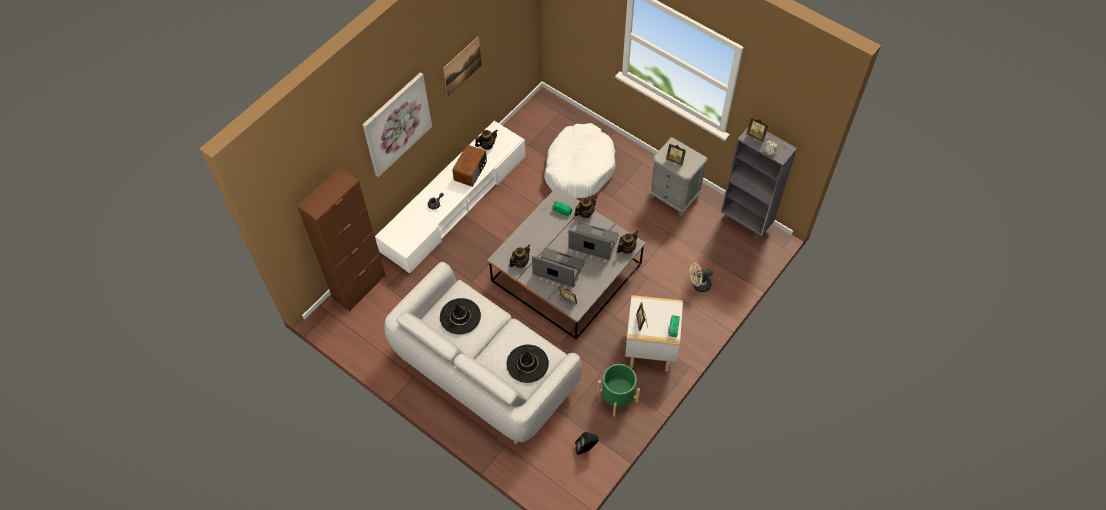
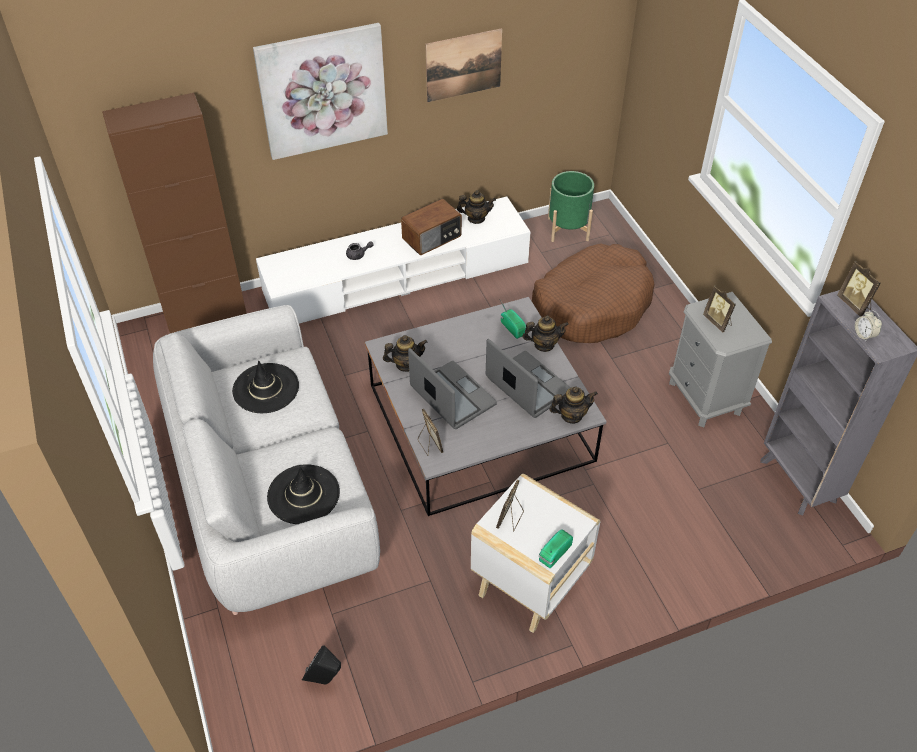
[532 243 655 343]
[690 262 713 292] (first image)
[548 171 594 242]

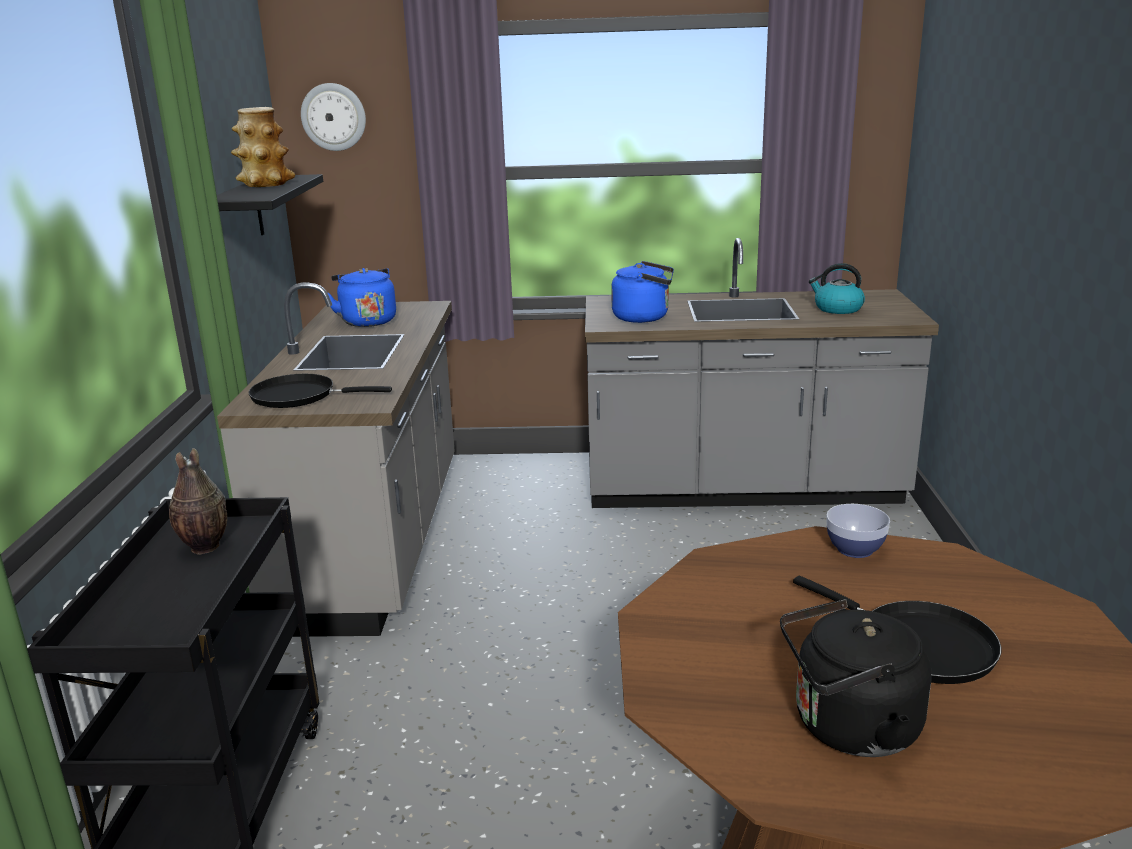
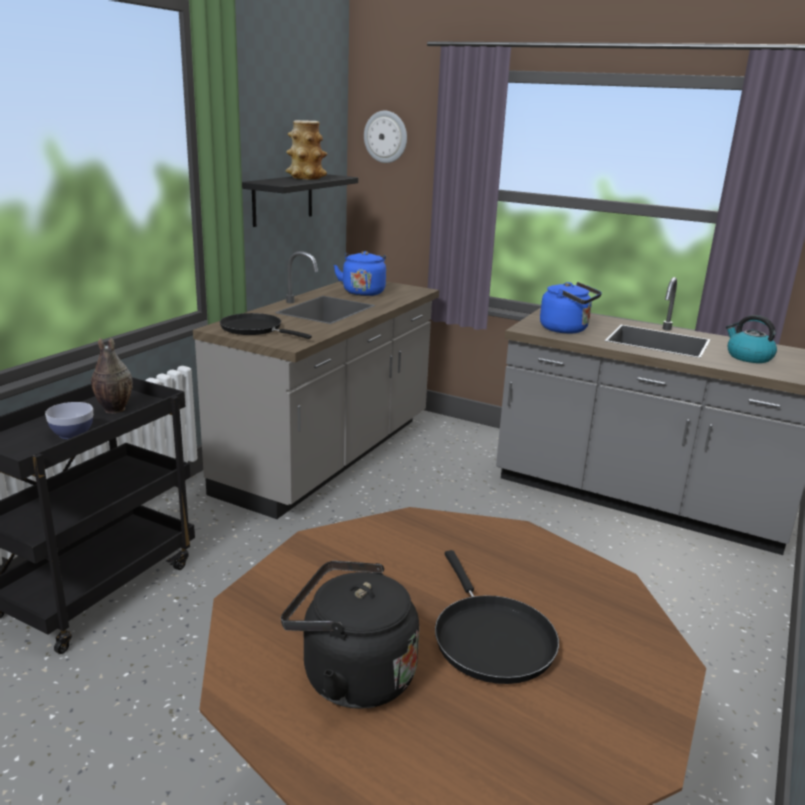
[45 402 93 439]

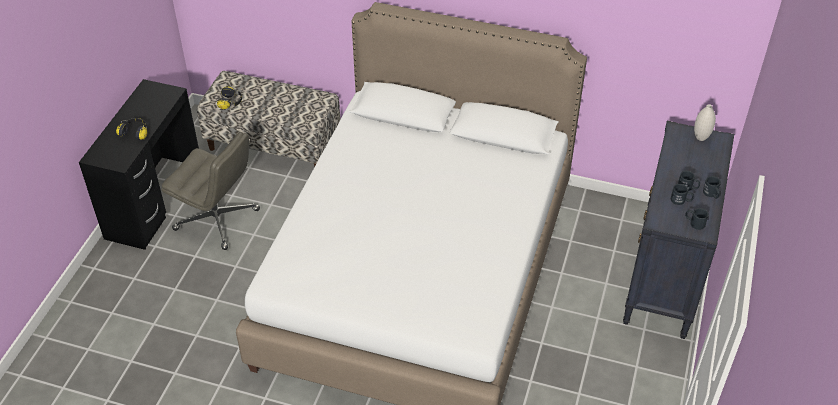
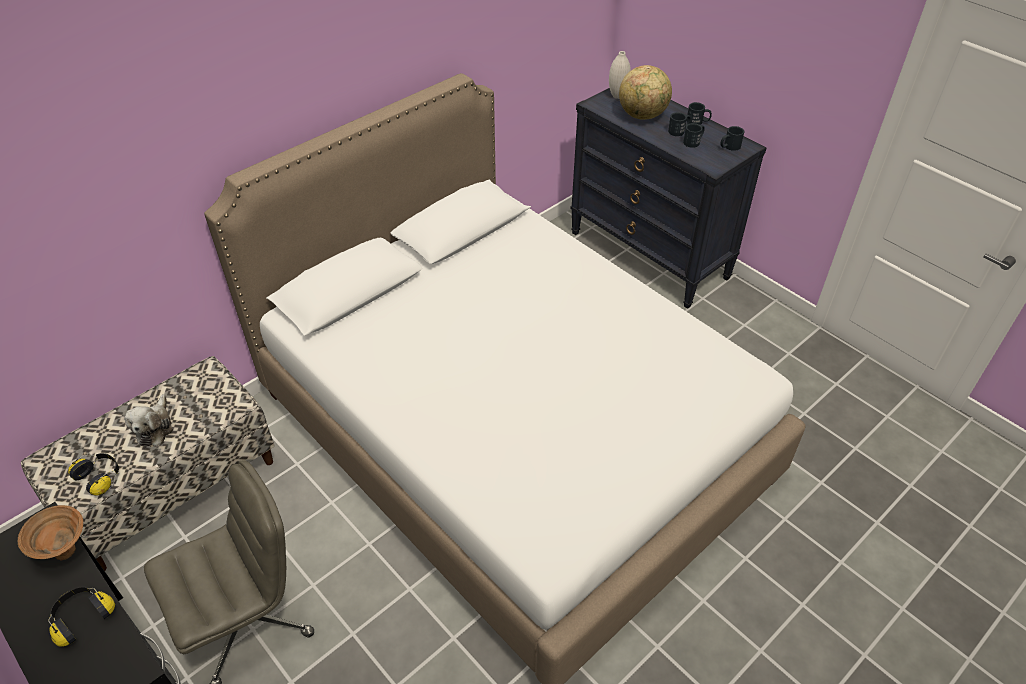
[619 65 672 120]
[125 394 173 446]
[18 505 83 560]

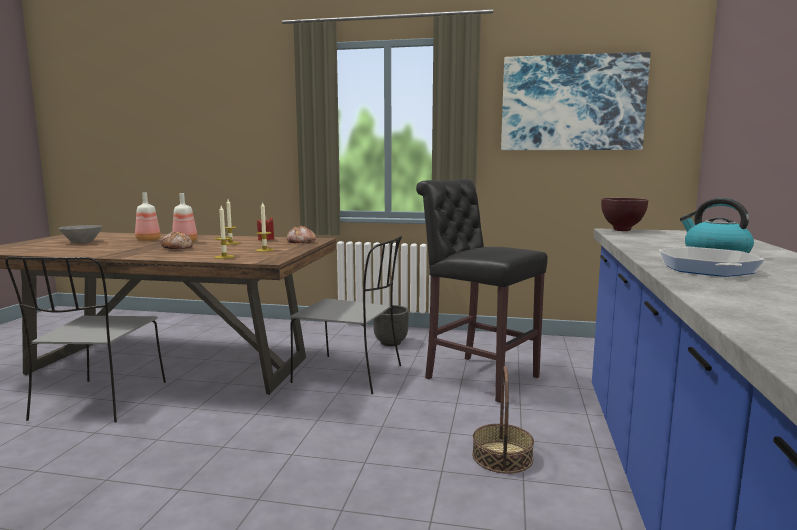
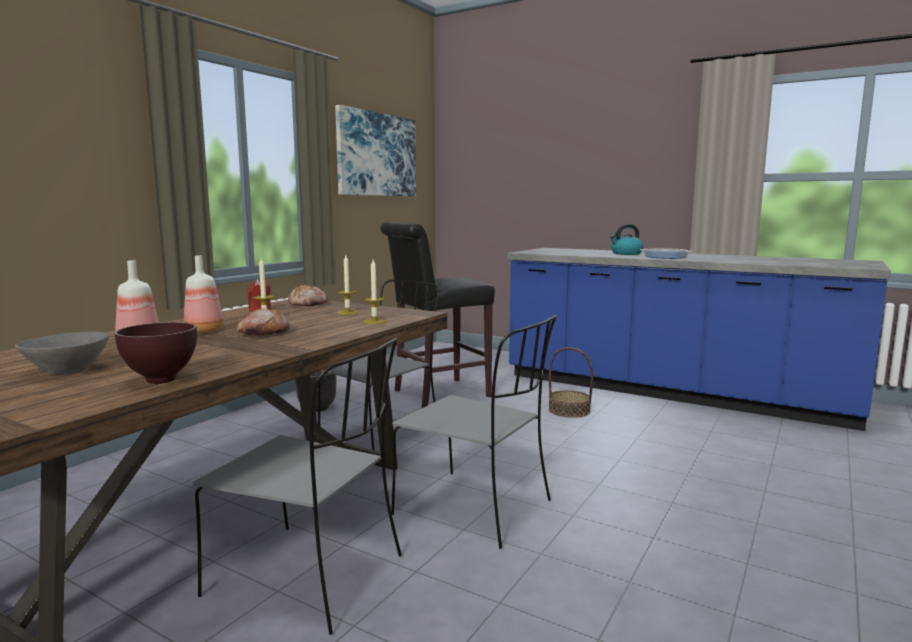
[115 322 197 384]
[391 315 557 549]

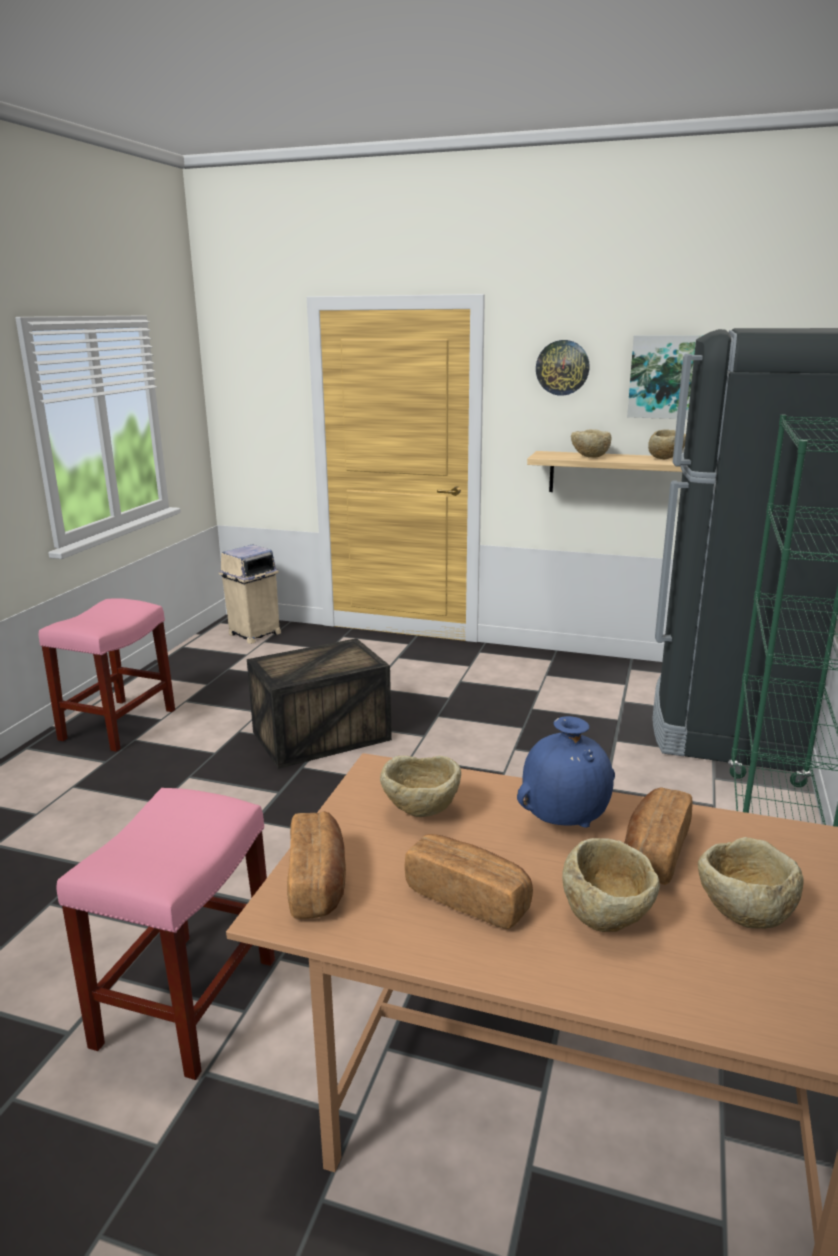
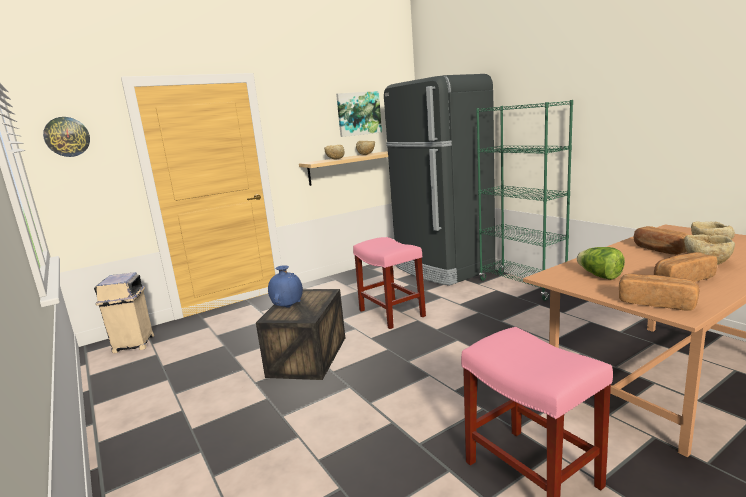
[43 117 90 157]
[353 237 426 329]
[268 265 303 308]
[577 247 625 280]

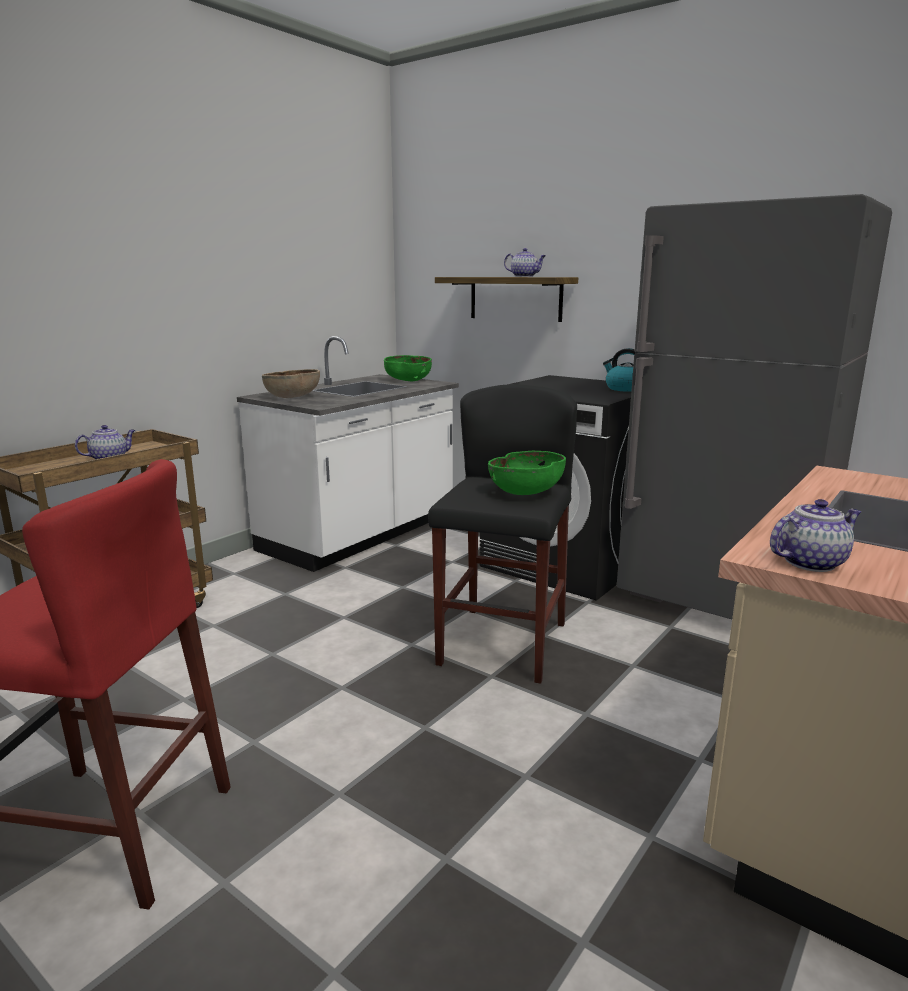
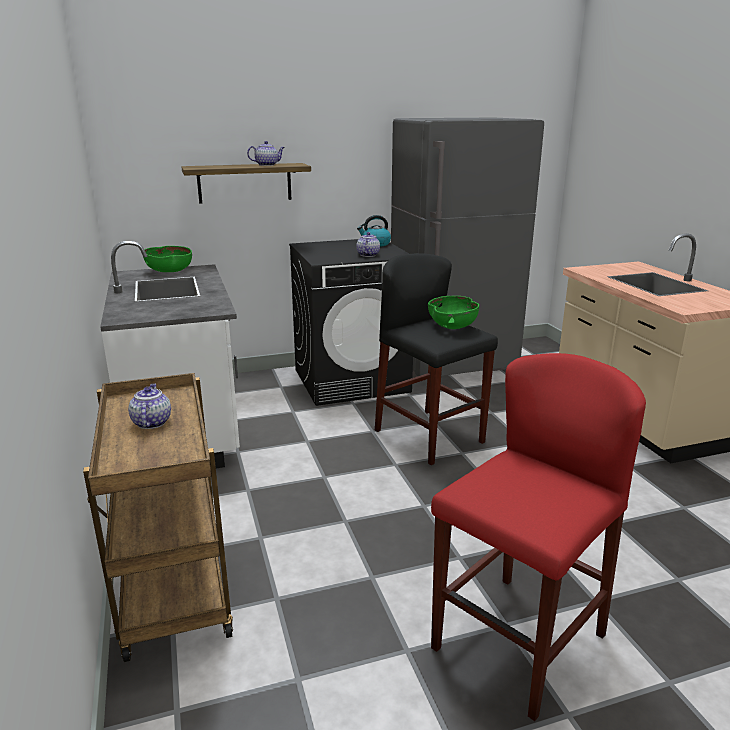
[262 369 320 398] (first image)
[356 232 380 257]

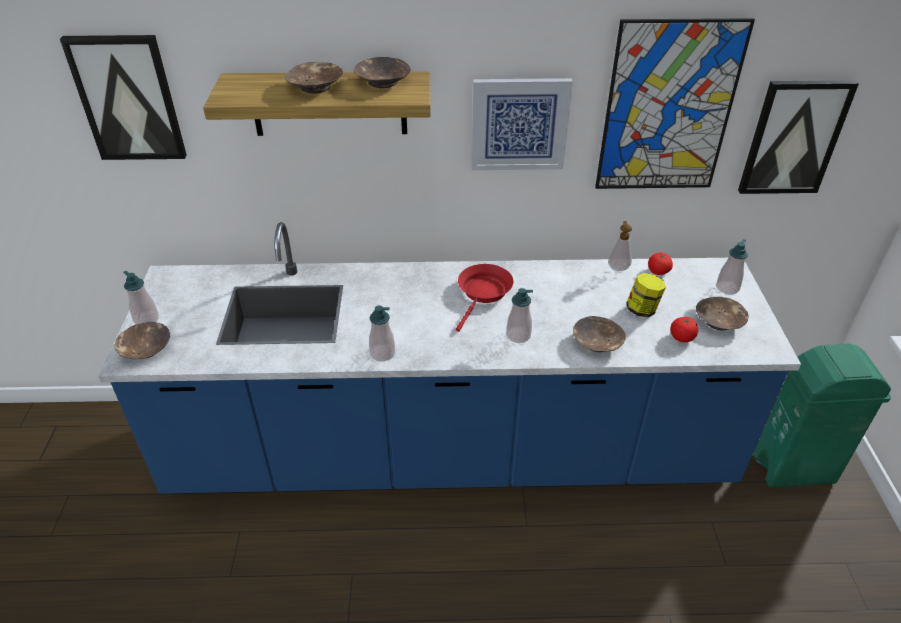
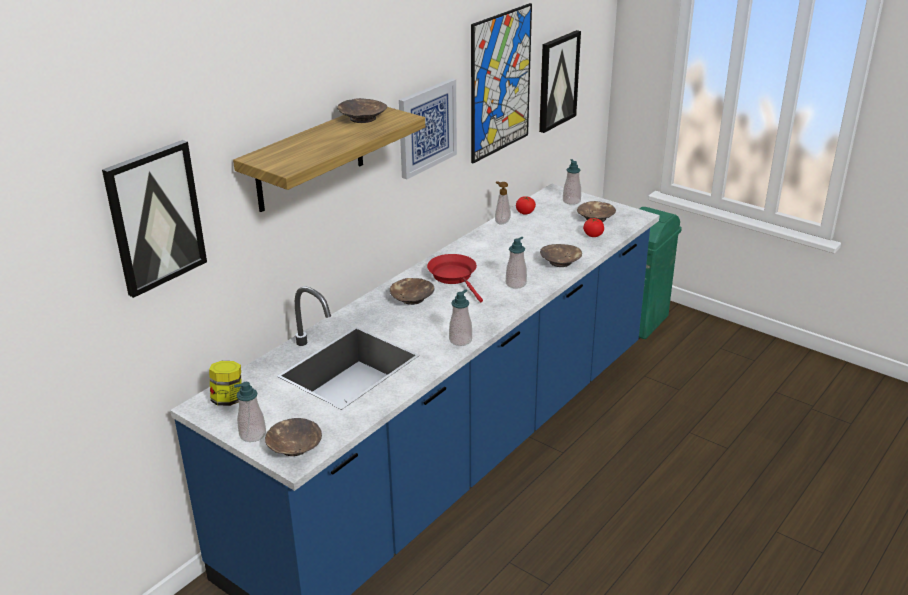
[390 278 434 305]
[209 361 242 406]

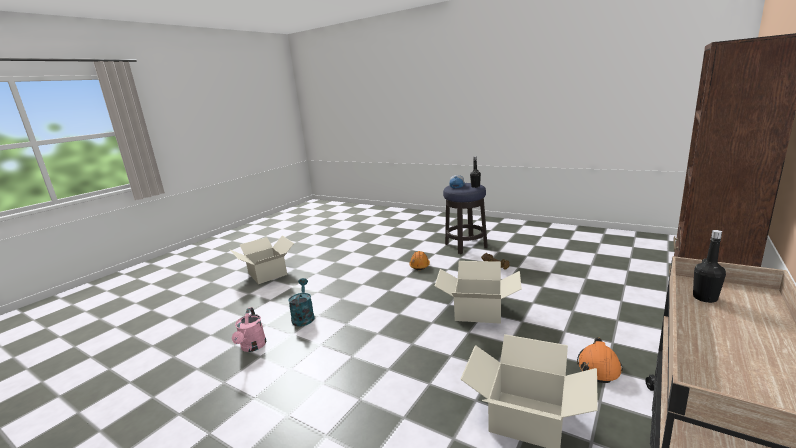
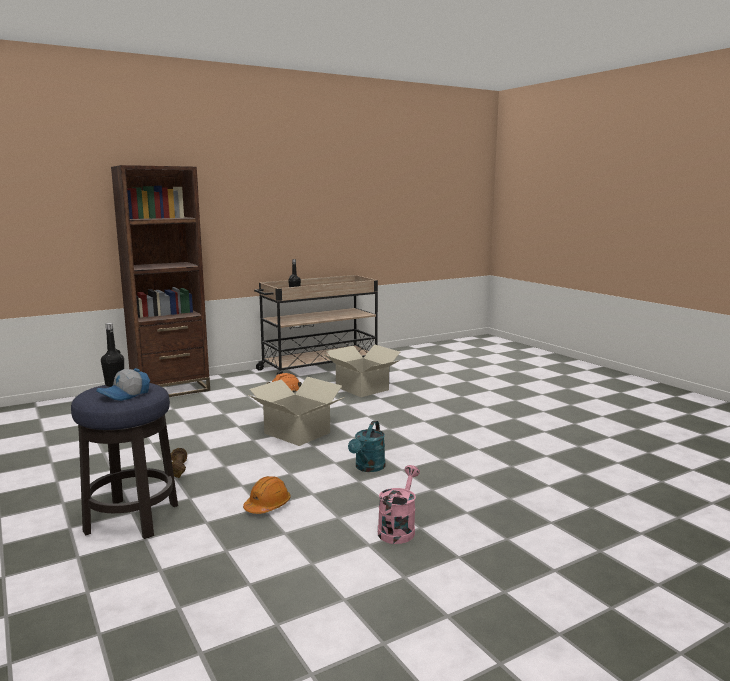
[230 235 294 284] (first image)
[348 421 385 472]
[378 465 420 544]

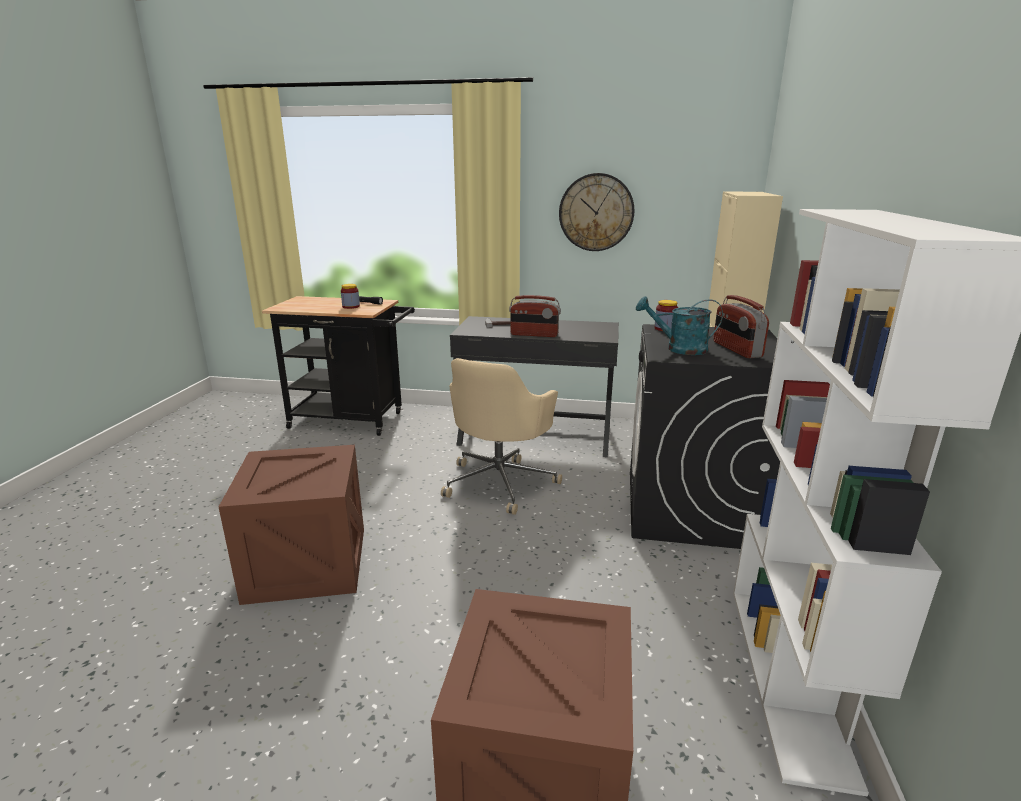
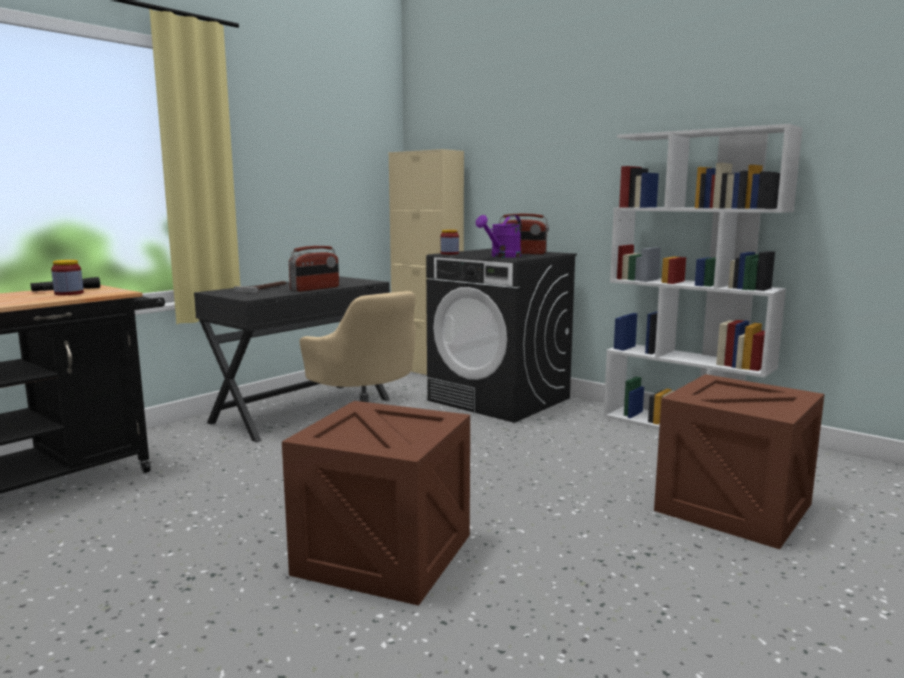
[559 173 634 251] (first image)
[476 215 521 258]

